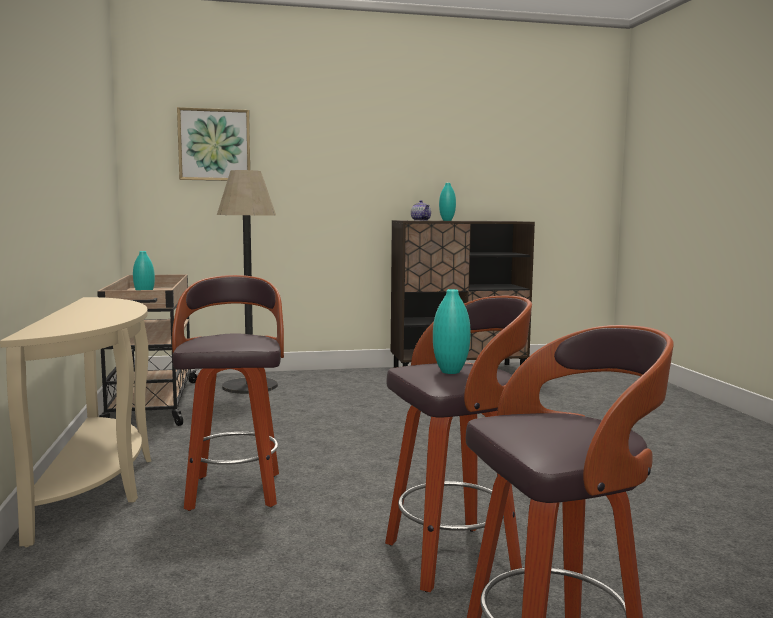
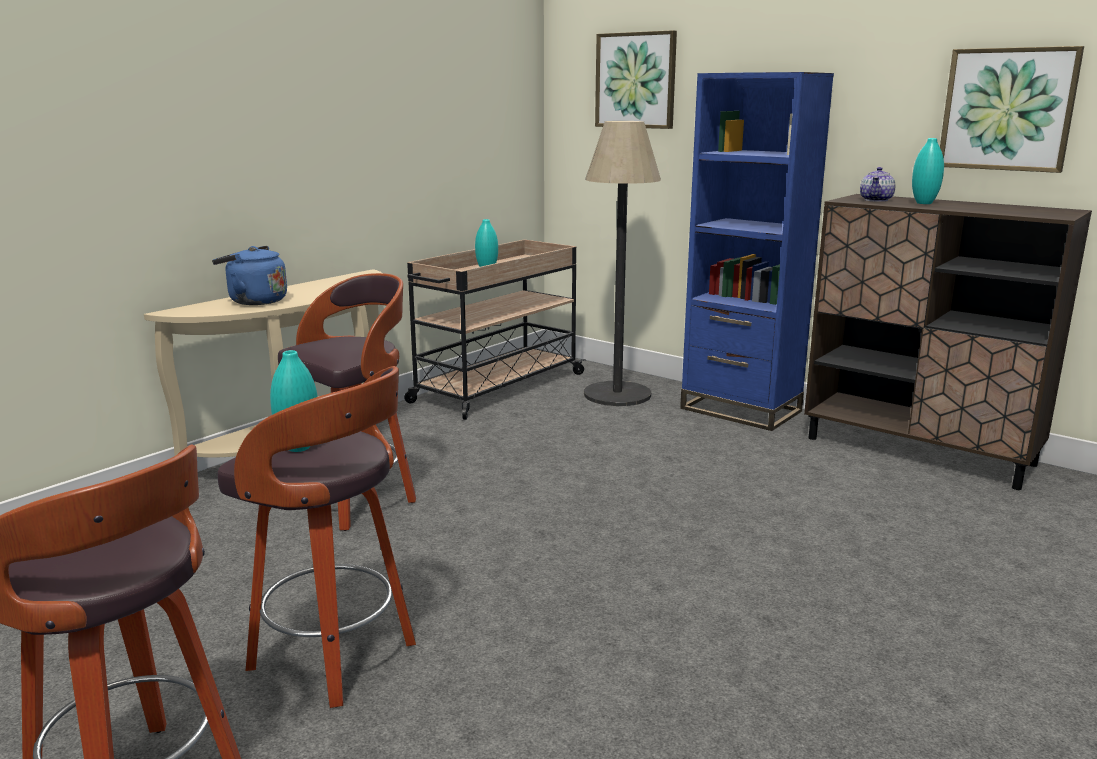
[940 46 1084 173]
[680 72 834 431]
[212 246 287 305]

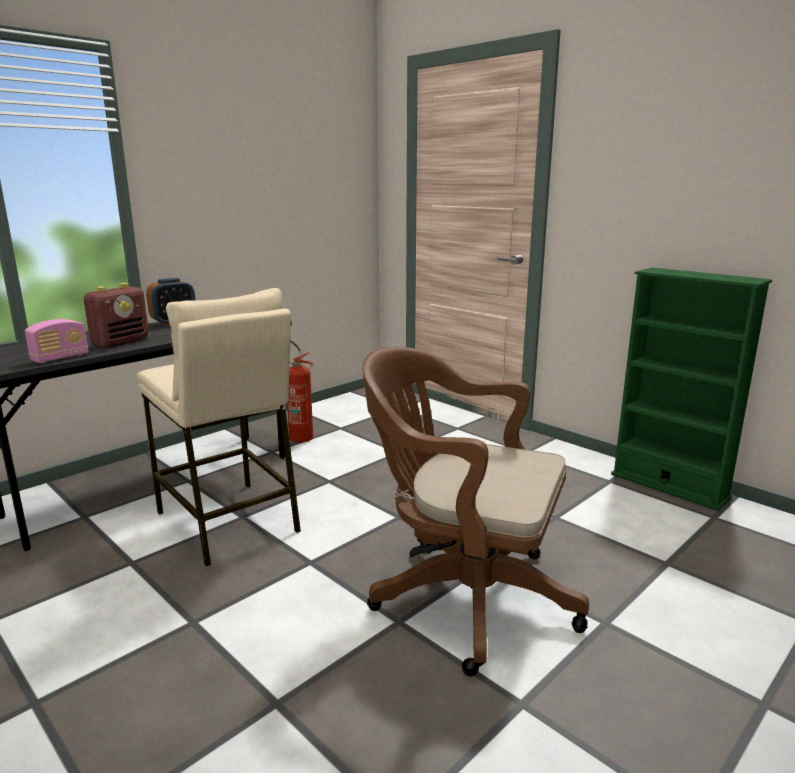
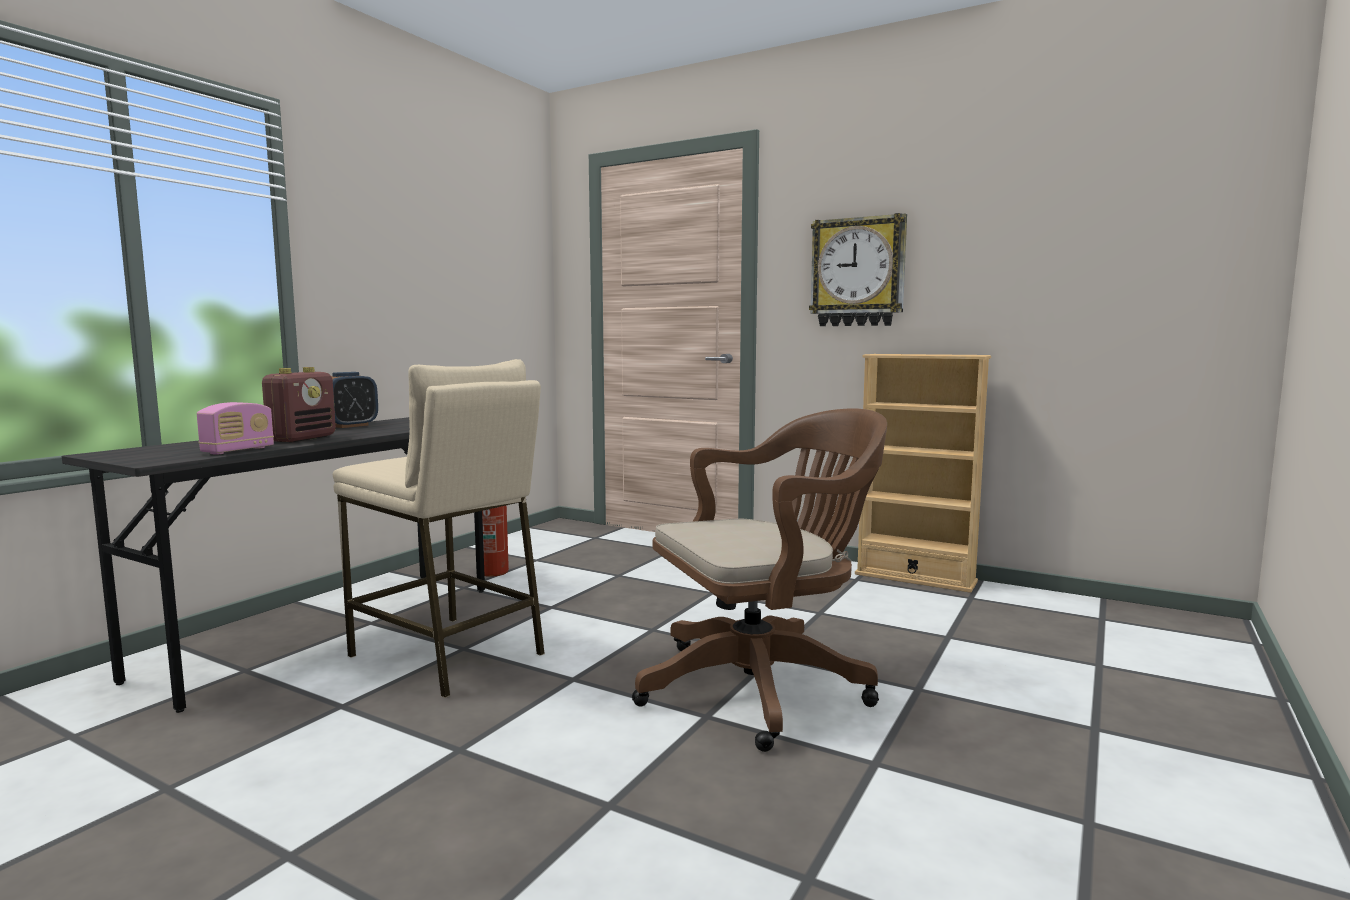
[855 354 991 593]
[632 409 887 752]
[809 213 907 326]

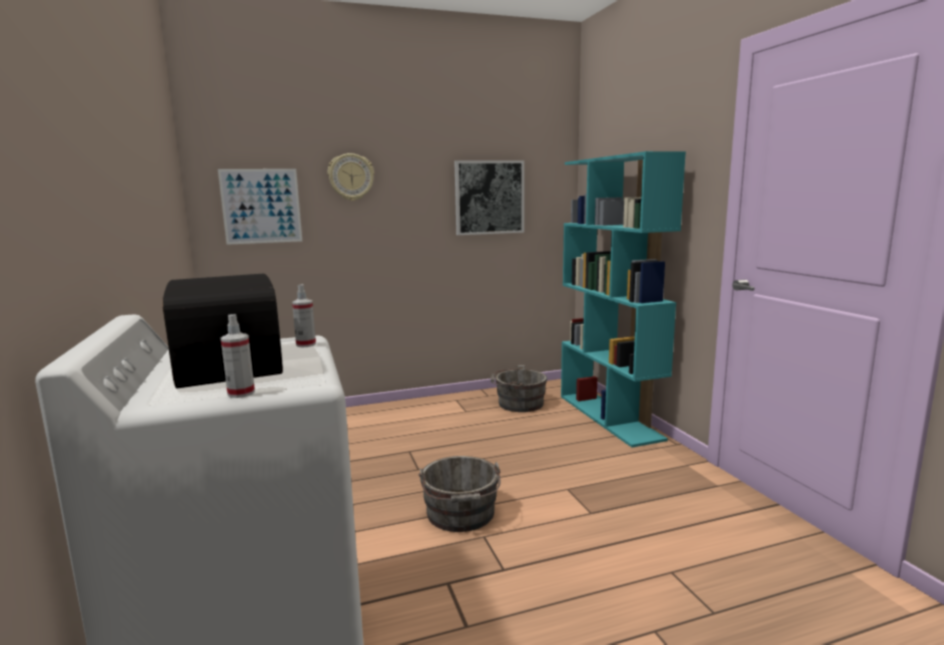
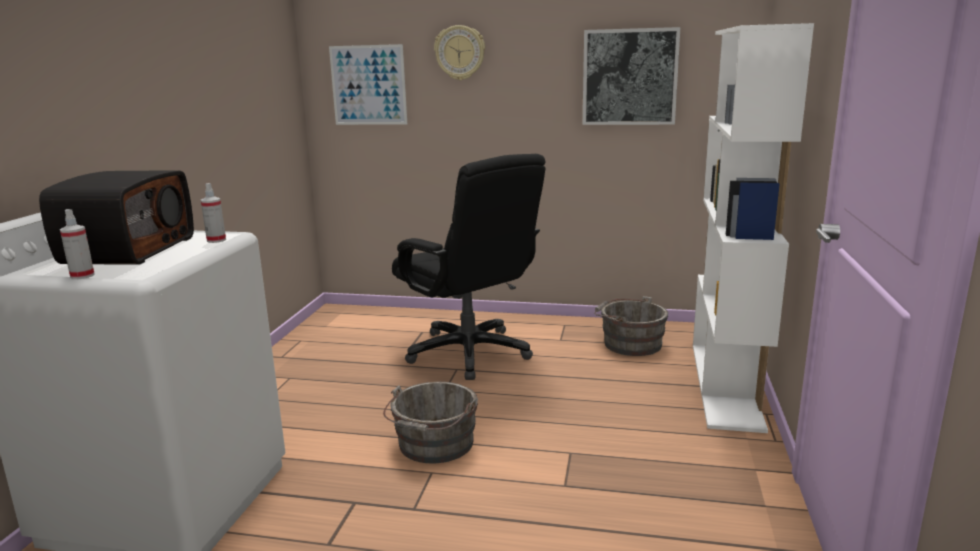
[693 23 814 433]
[392 154 546 380]

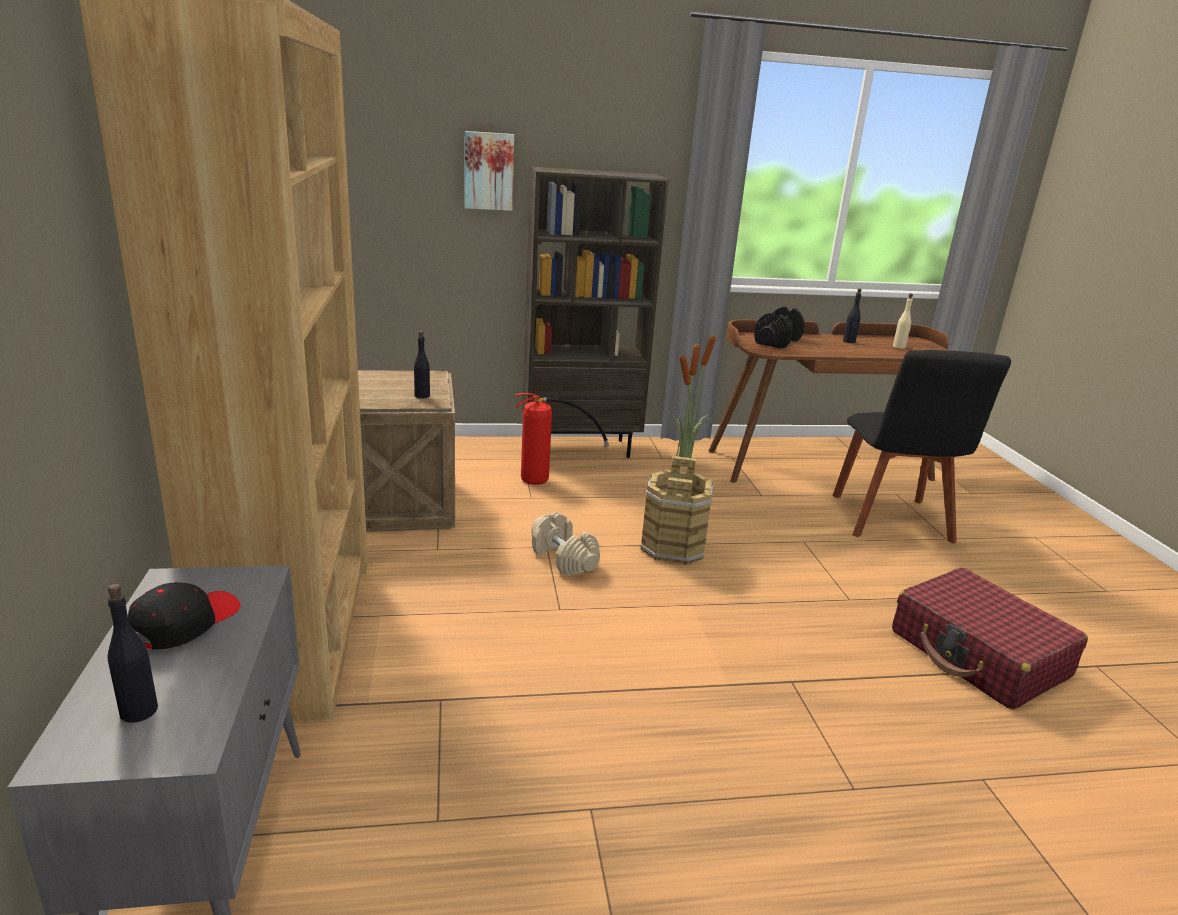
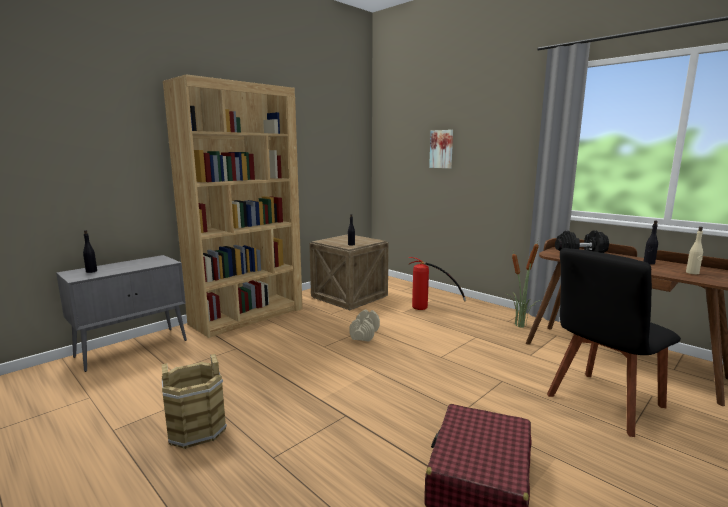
[522 167 669 458] (first image)
[162 354 227 449]
[128 582 240 650] (first image)

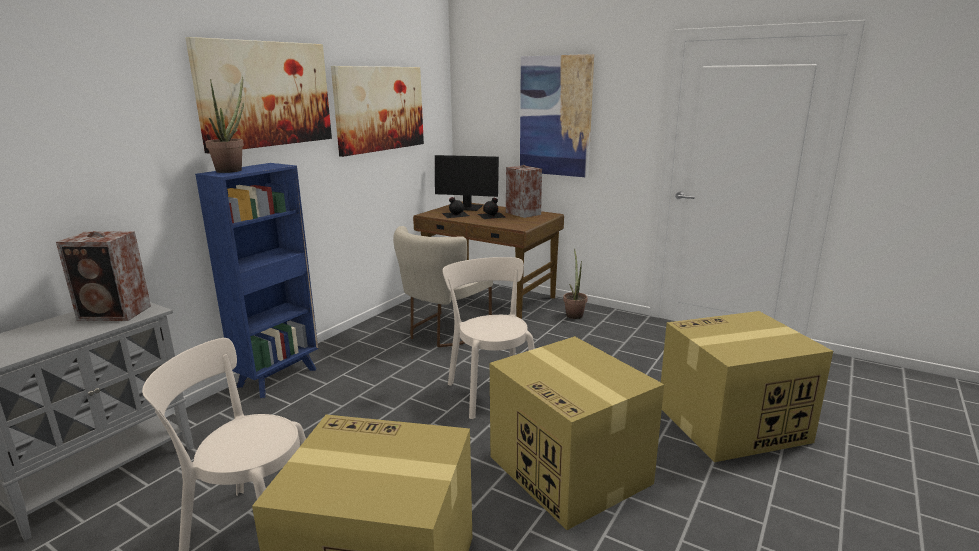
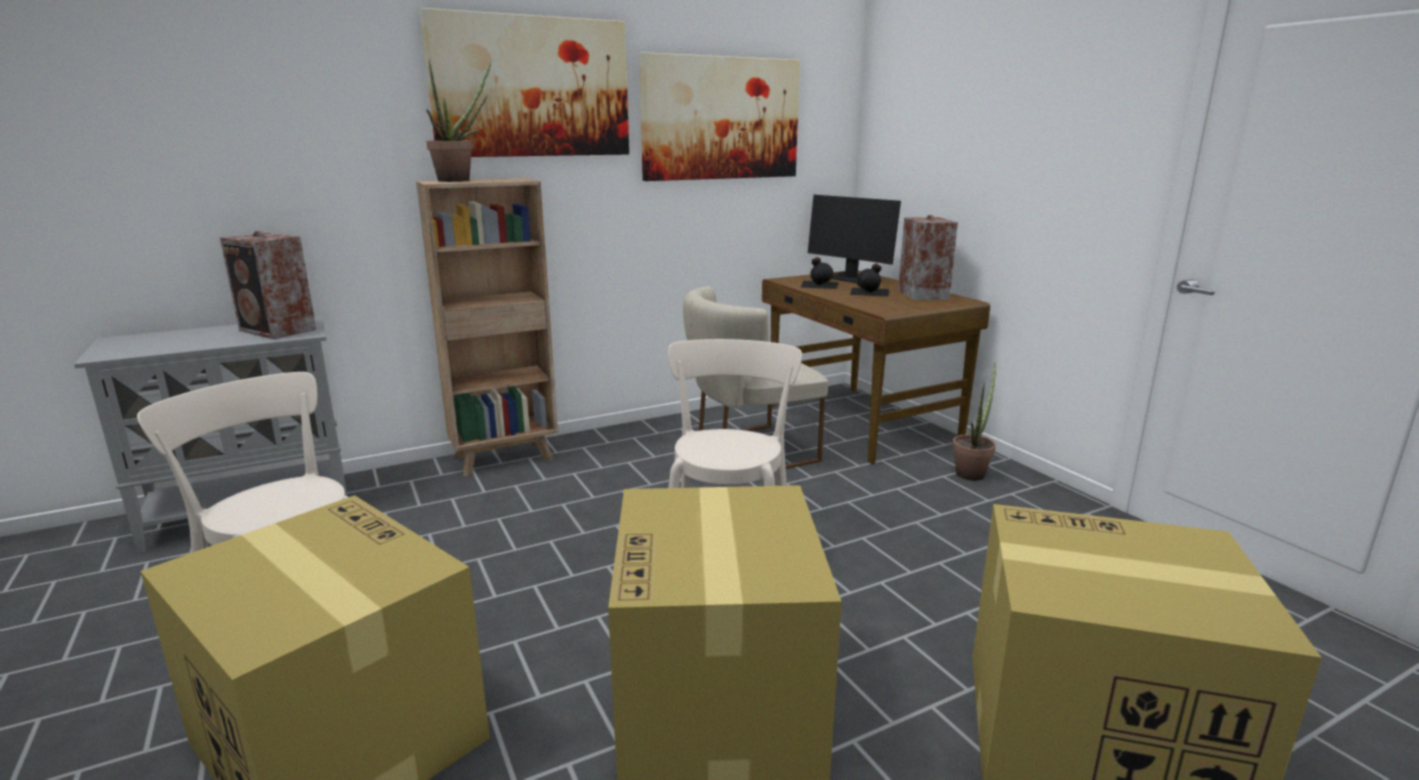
[520 54 594 178] (first image)
[416 178 558 477]

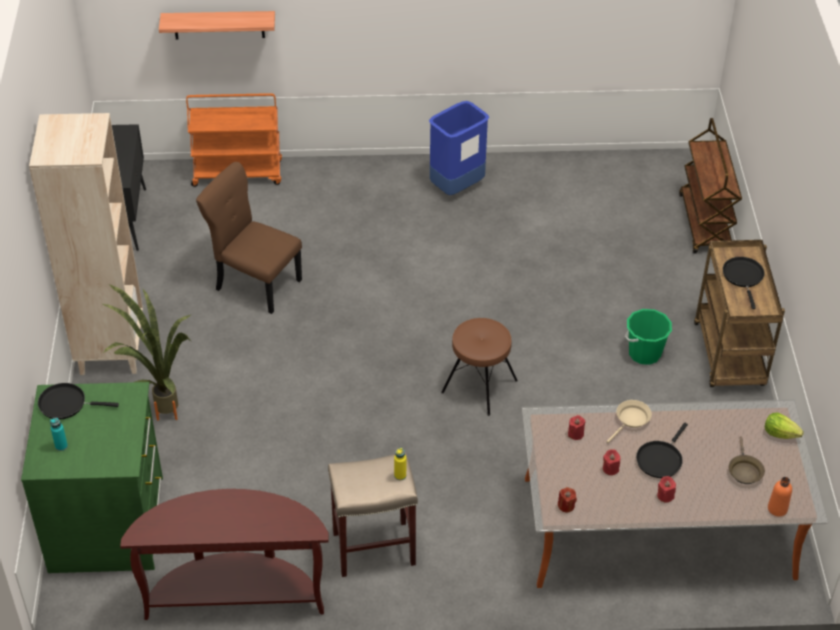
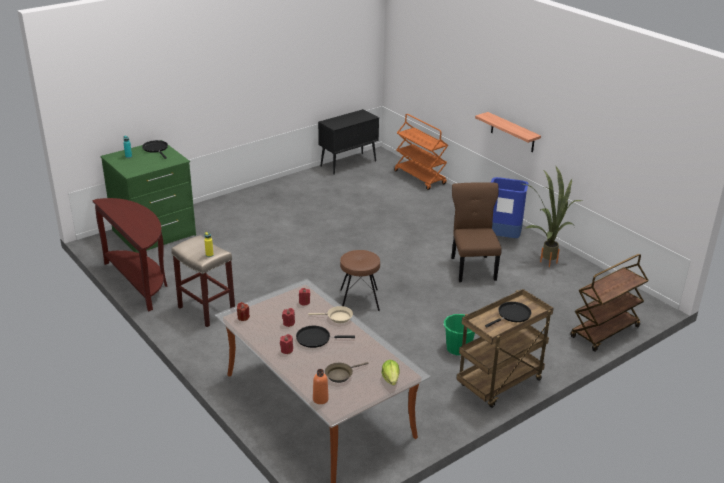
[475 112 541 152]
[29 113 143 375] (first image)
[451 182 502 282]
[523 165 582 267]

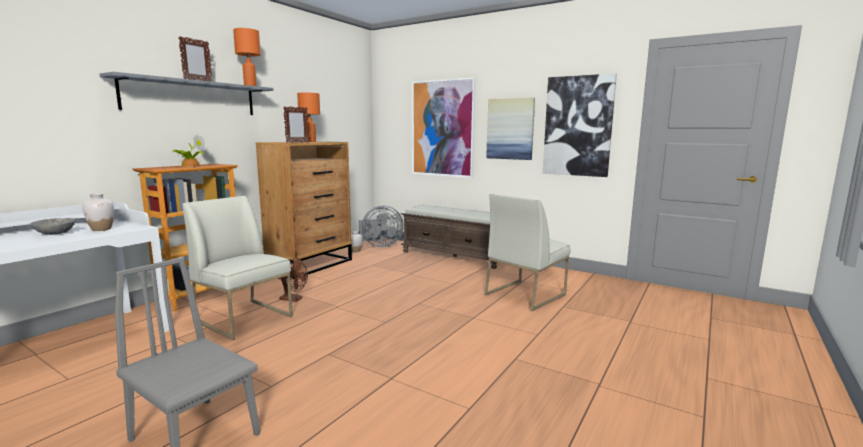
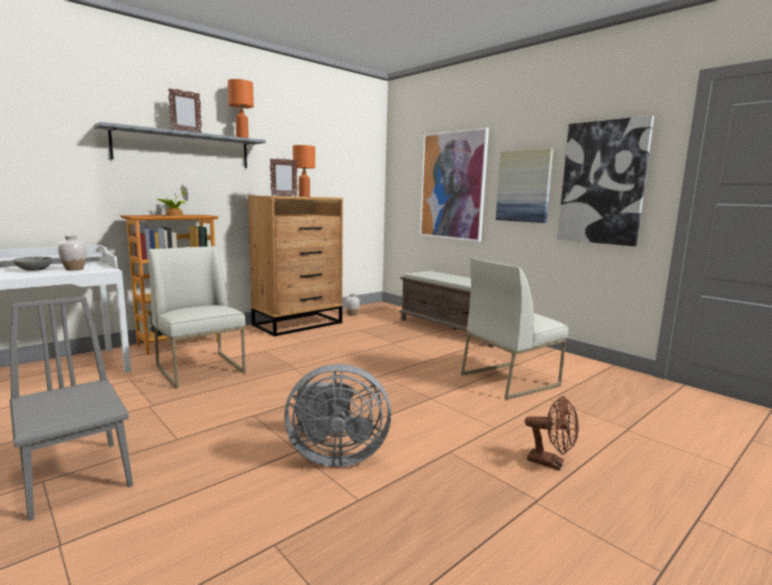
[284 364 391 467]
[525 396 579 470]

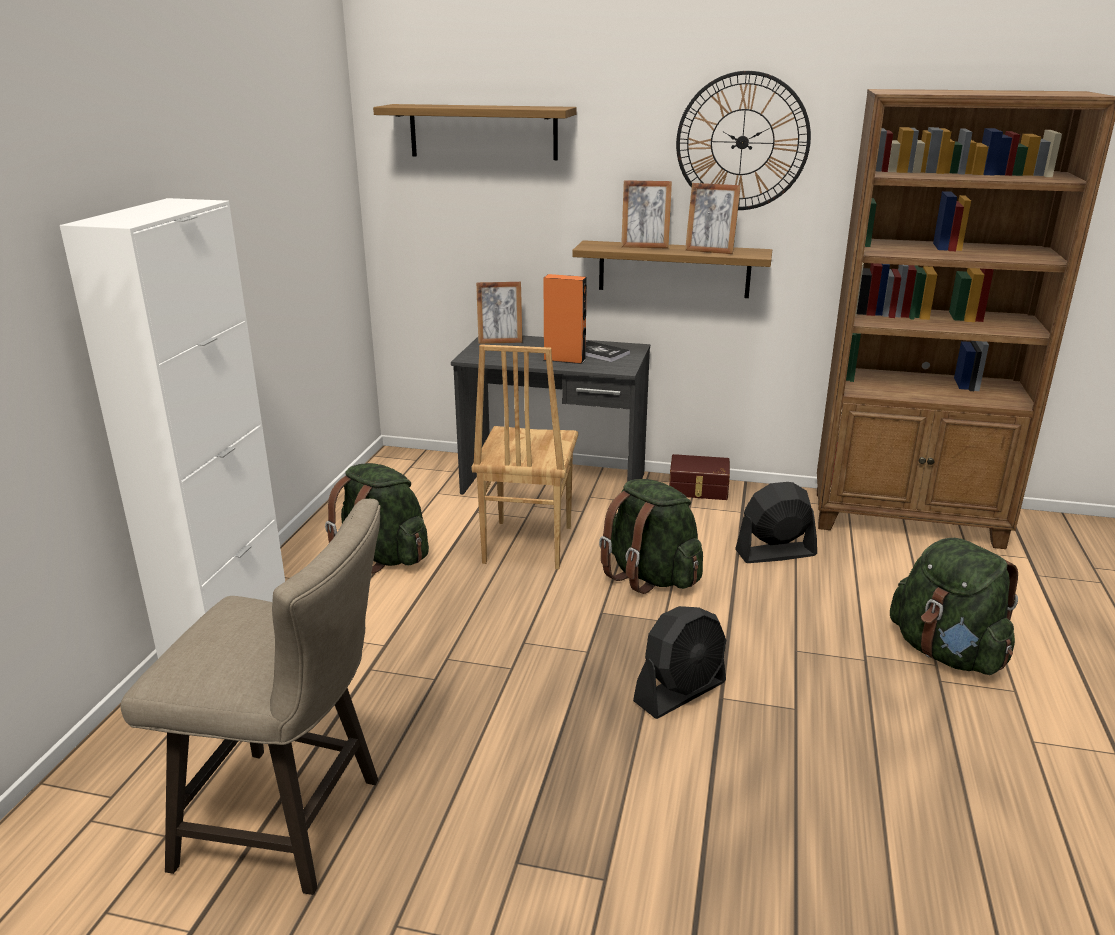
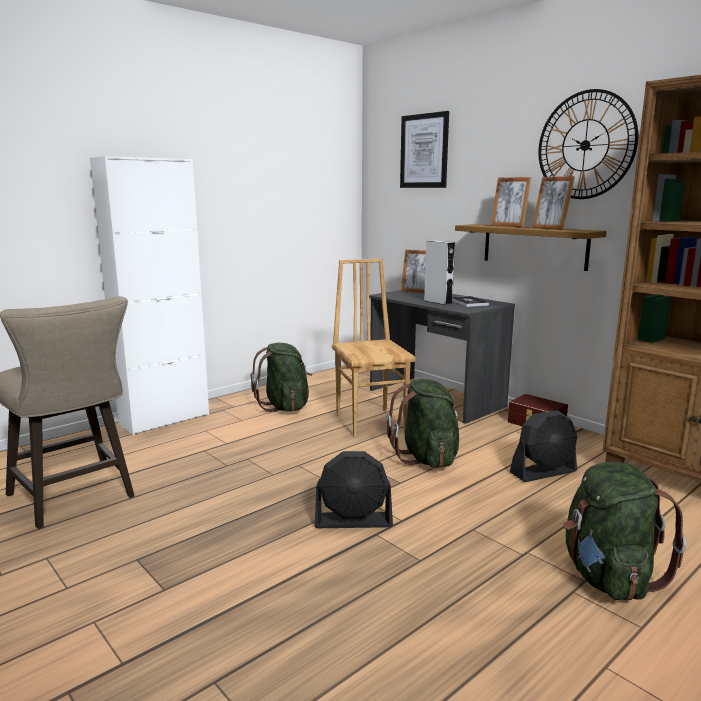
[400 111 449 188]
[424 240 455 305]
[332 259 415 437]
[510 410 577 482]

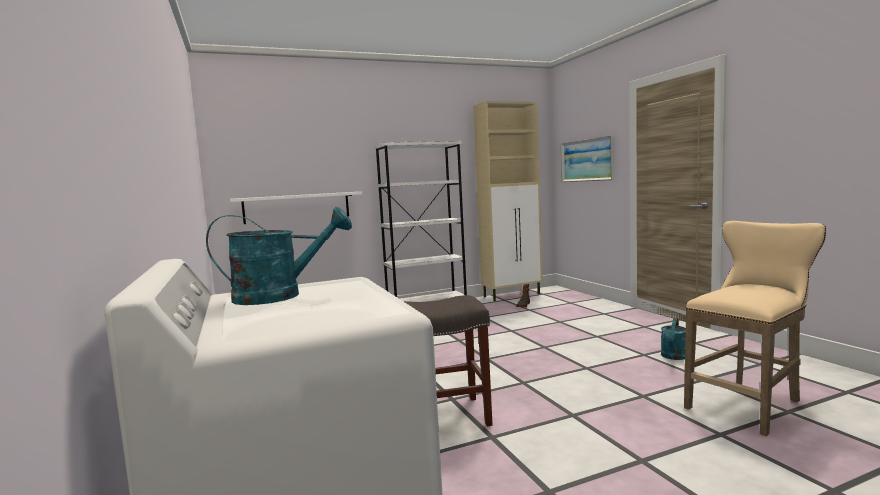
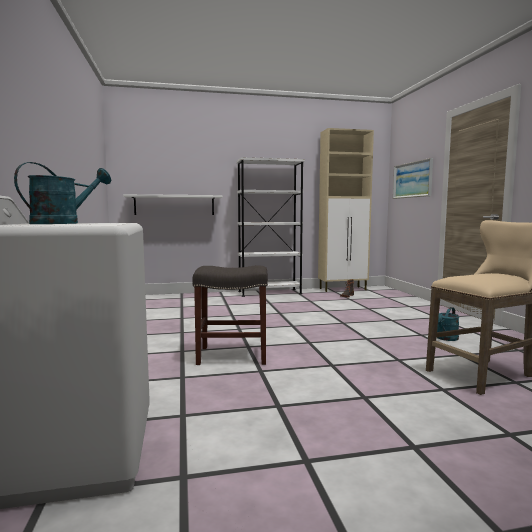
[14 162 111 224]

